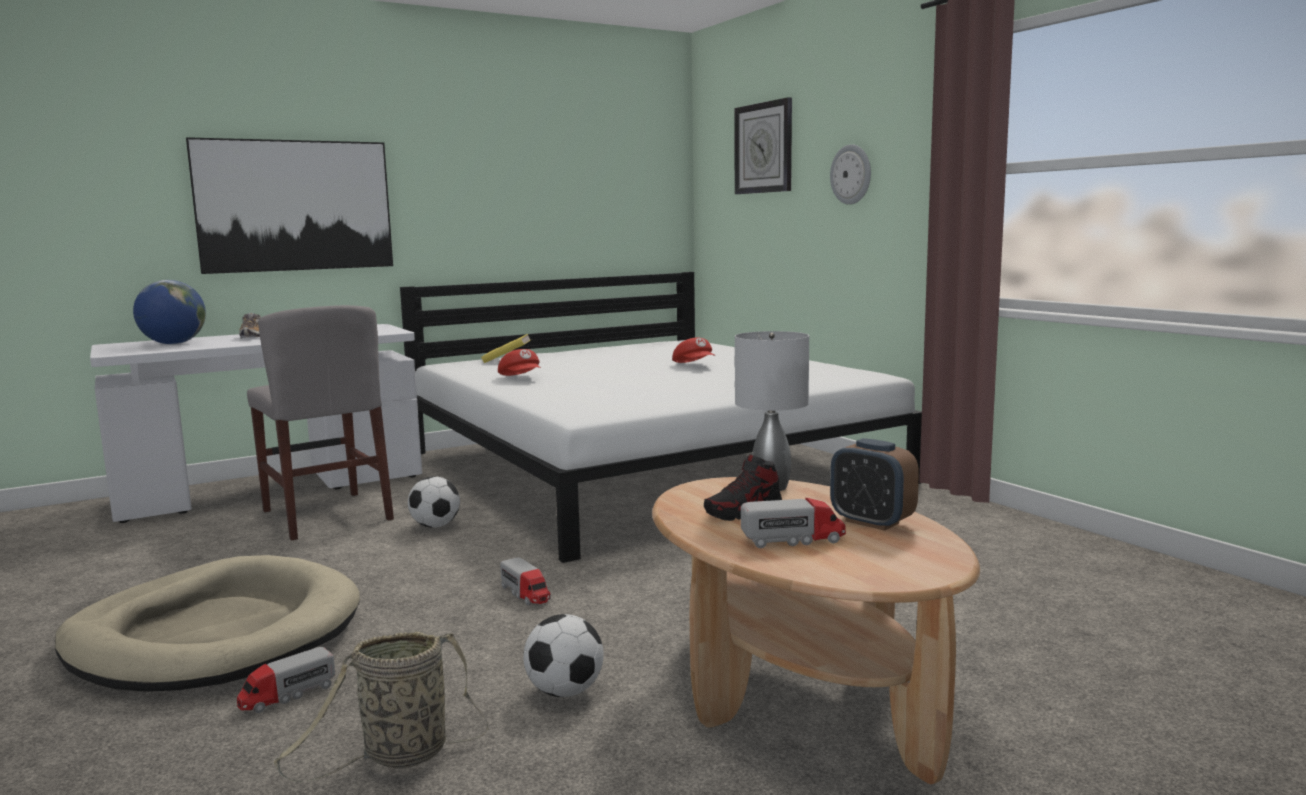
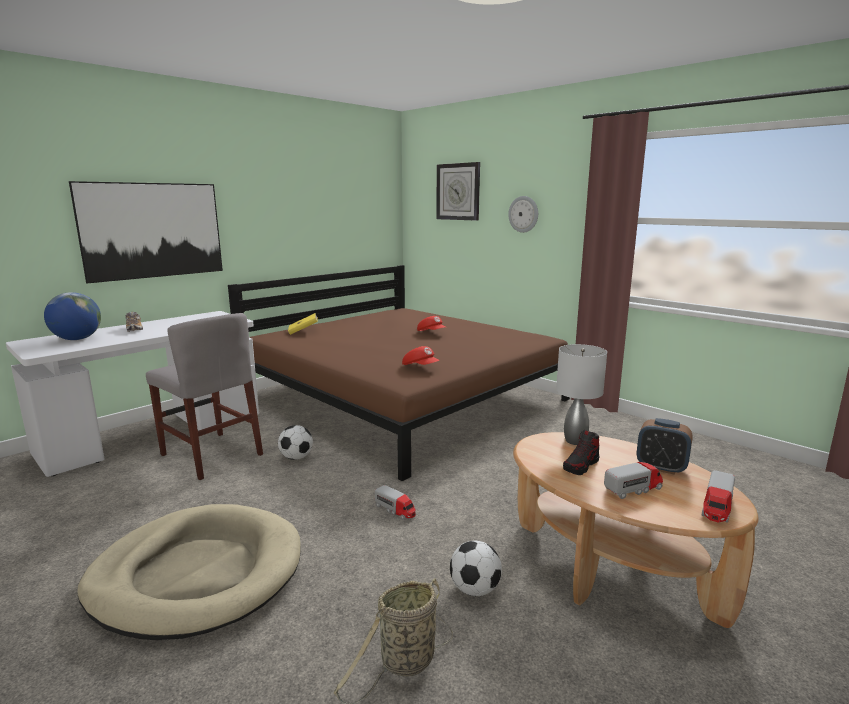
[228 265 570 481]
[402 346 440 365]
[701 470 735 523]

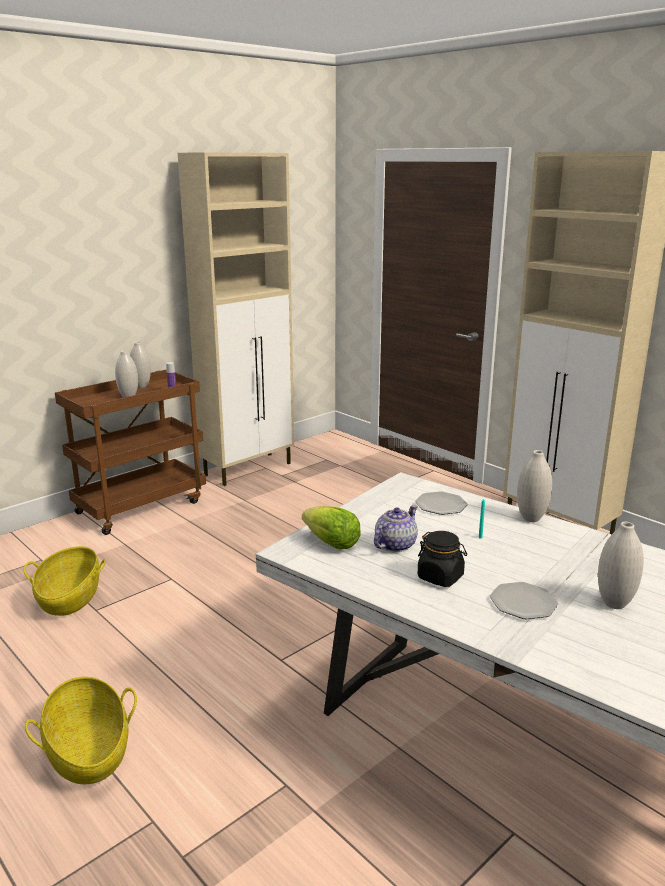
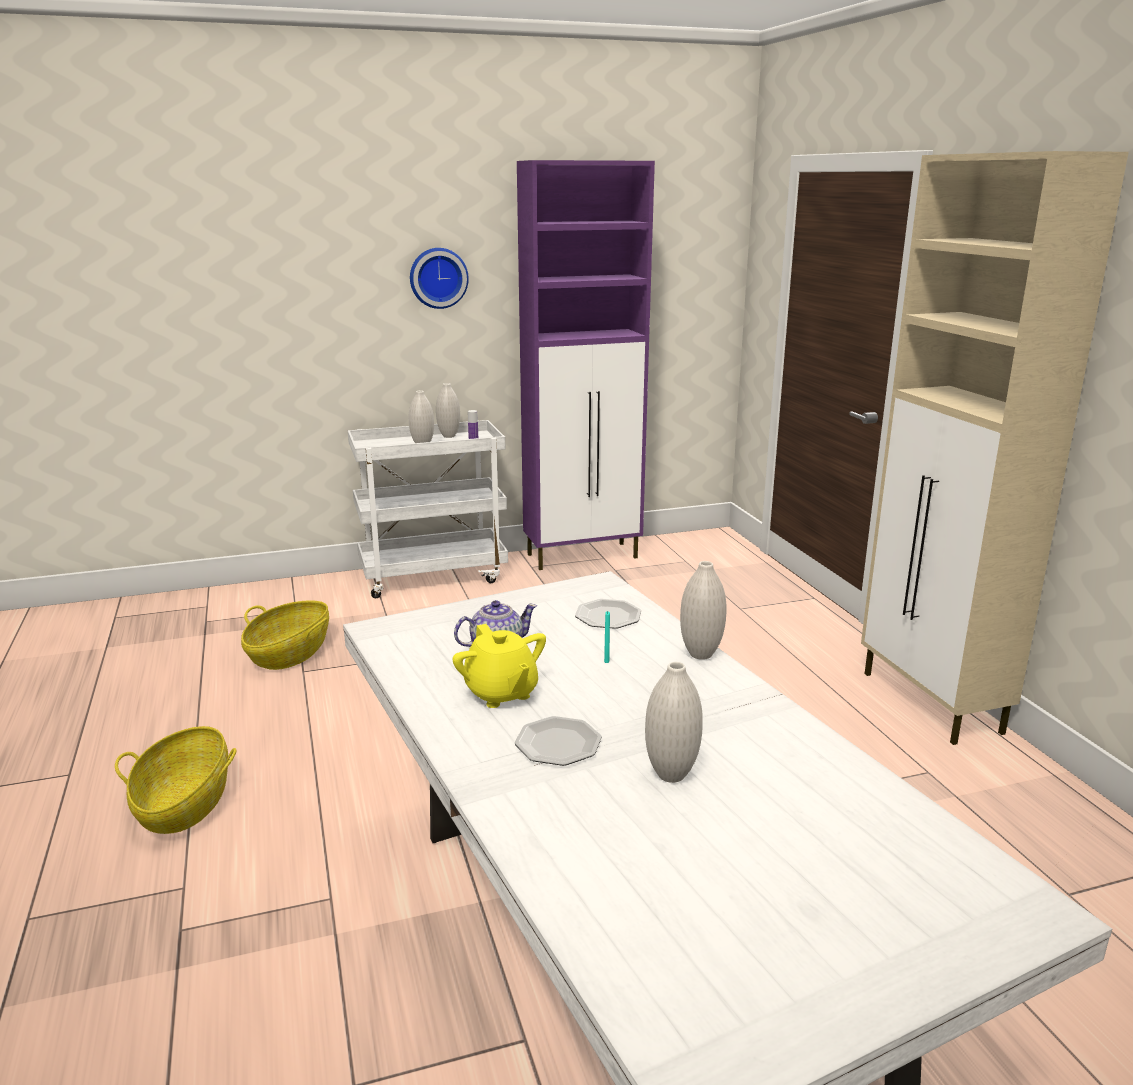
[517 160 655 570]
[348 420 508 598]
[302 506 361 550] (first image)
[453 624 546 708]
[410 248 469 309]

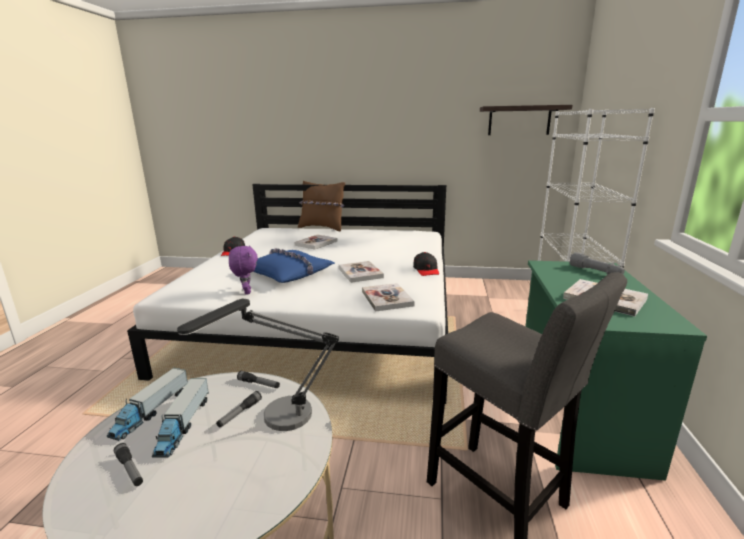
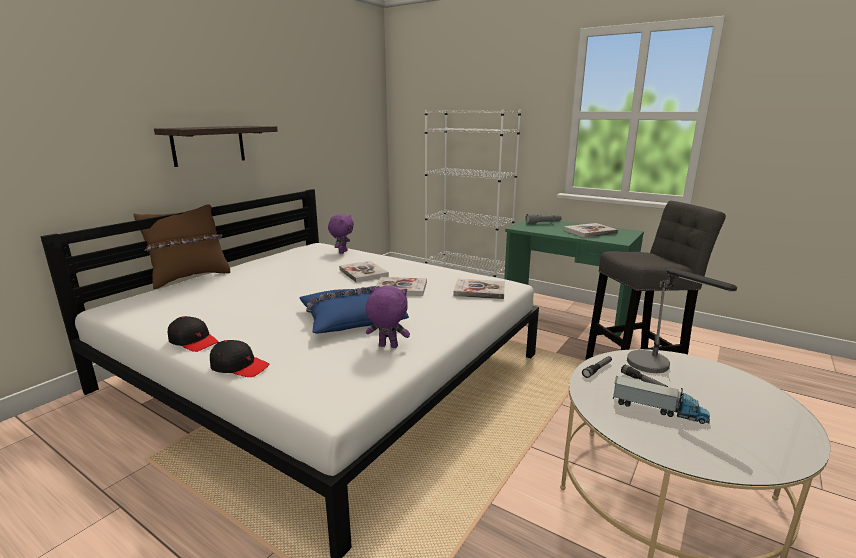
[154 126 278 167]
[339 261 389 283]
[210 340 269 377]
[107 368 188 441] (first image)
[114 443 143 486] (first image)
[328 214 354 254]

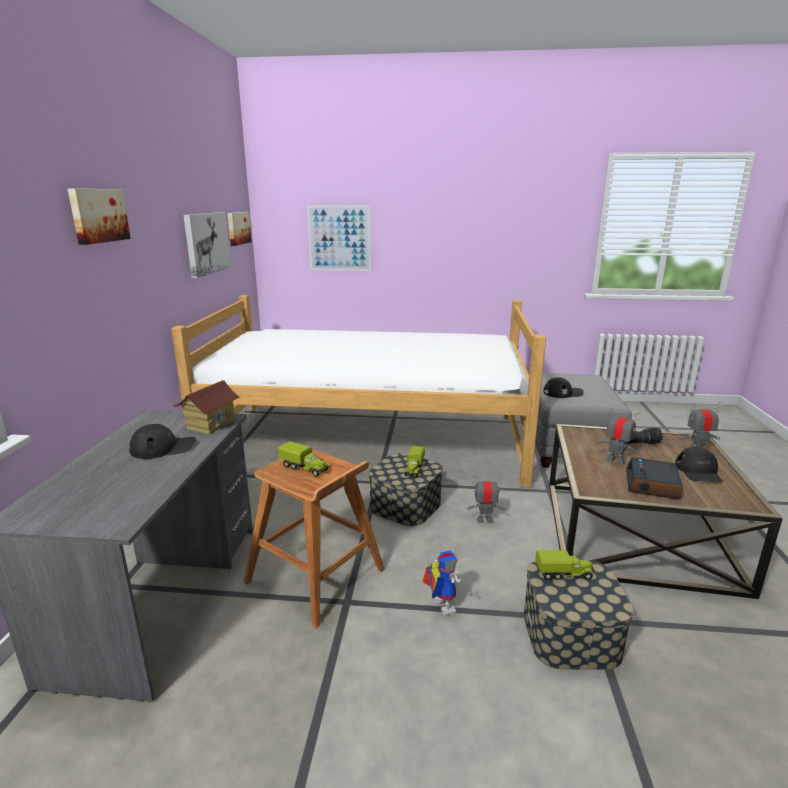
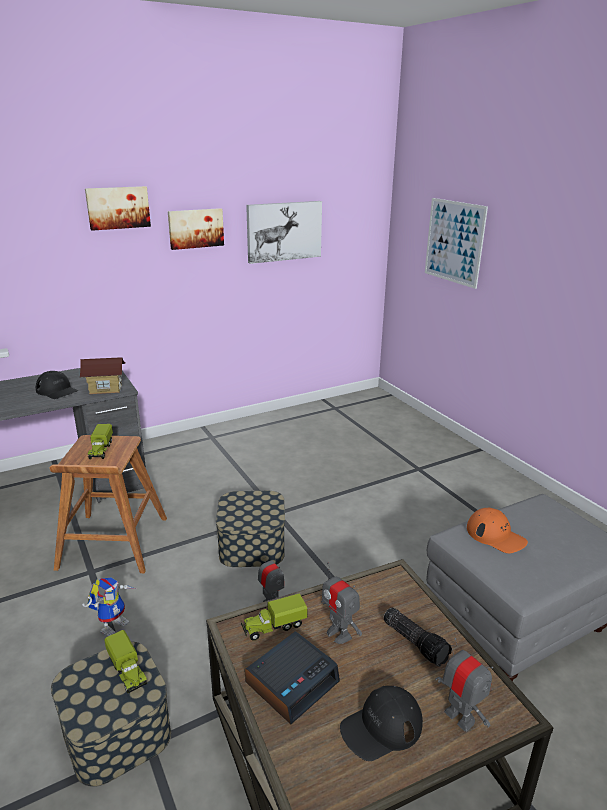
[168 208 224 250]
[171 295 546 488] (first image)
[467 508 528 553]
[321 563 362 644]
[241 593 308 641]
[245 631 340 724]

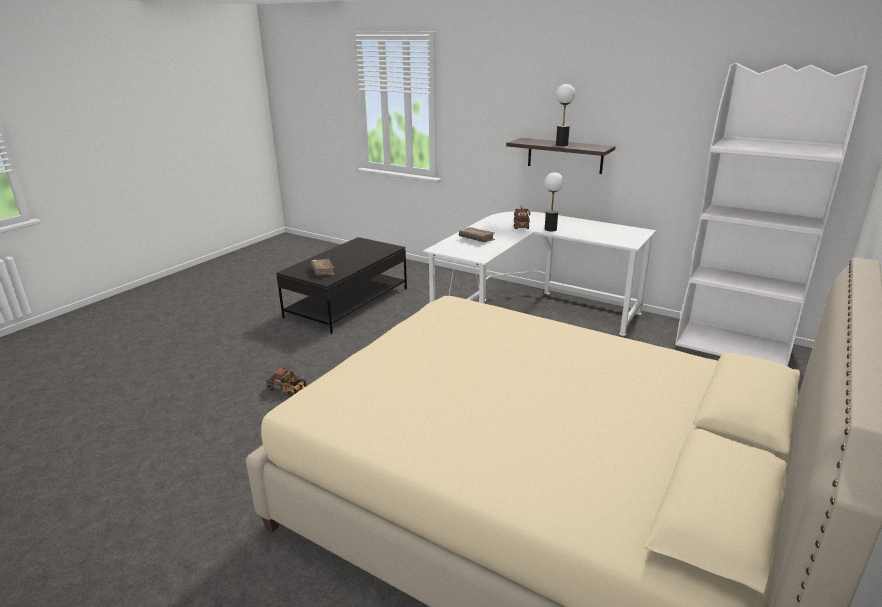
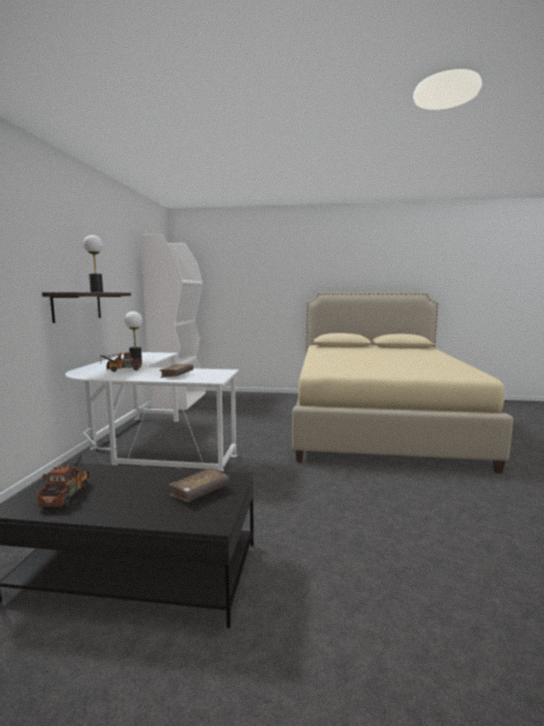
[35 455 90 507]

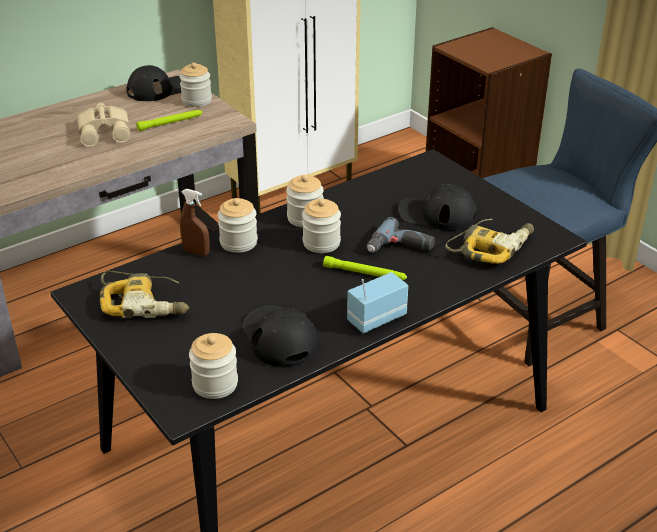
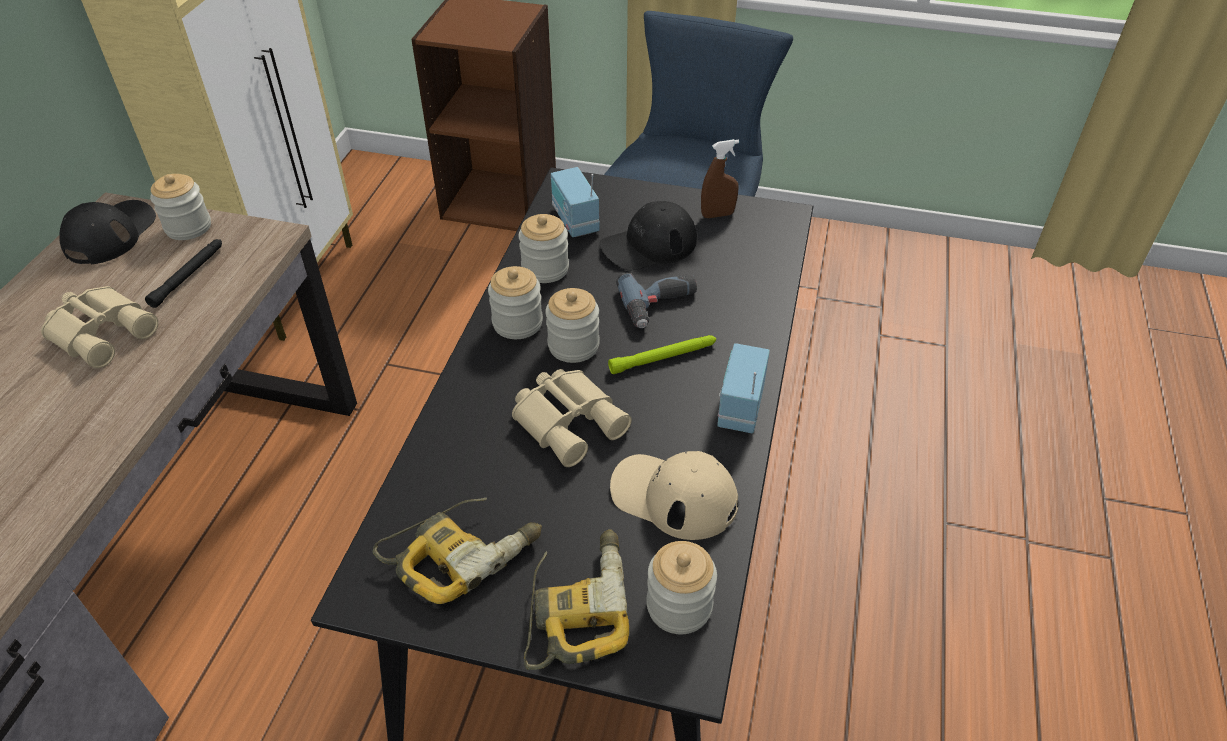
[145 239 222 308]
[701 139 739 218]
[518 214 569 283]
[524 529 629 670]
[610 451 738 540]
[551 167 600 237]
[512 369 632 467]

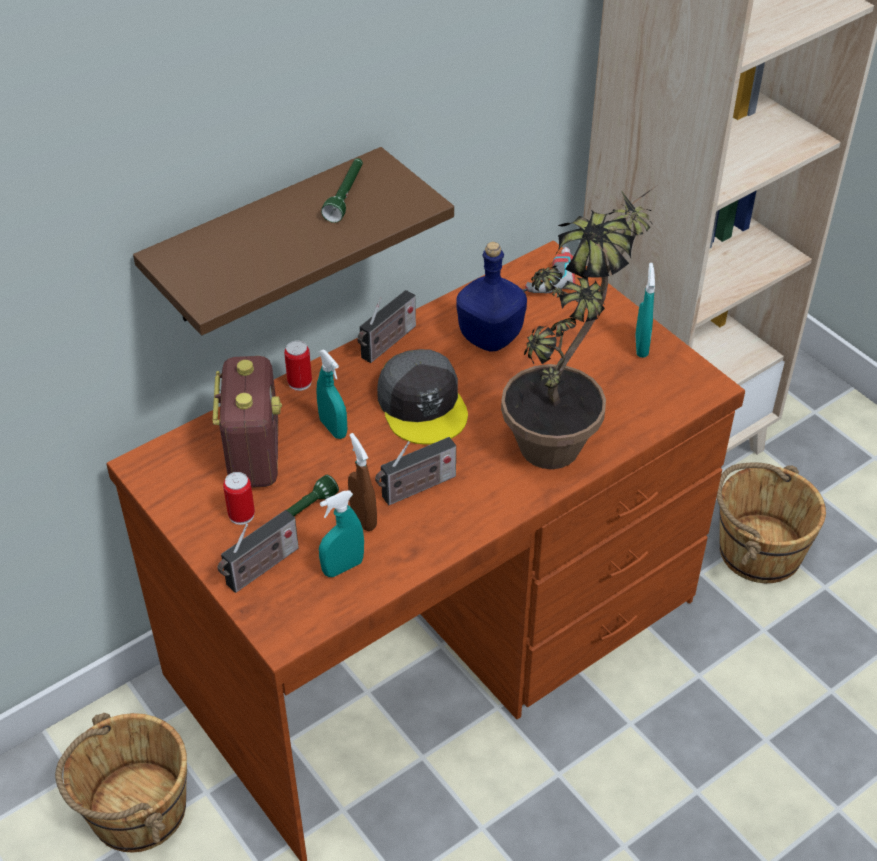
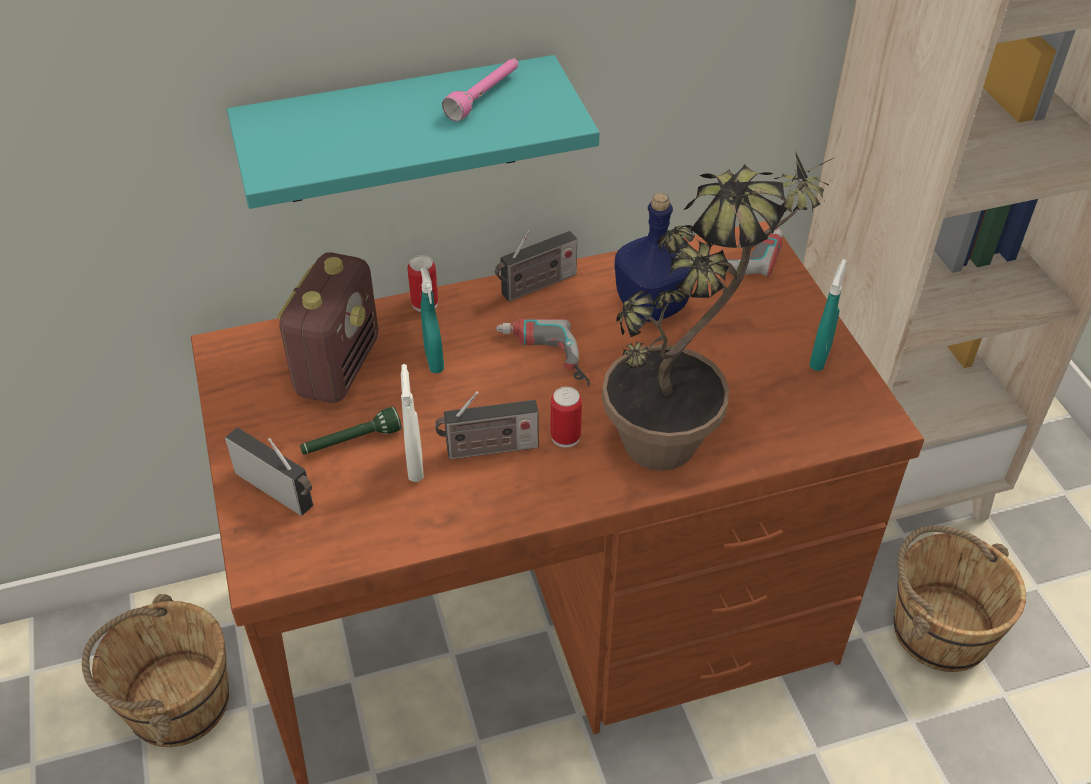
[227 55 600 209]
[442 58 518 121]
[496 319 590 387]
[401 364 424 482]
[551 387 582 448]
[319 490 364 577] (first image)
[225 427 313 516]

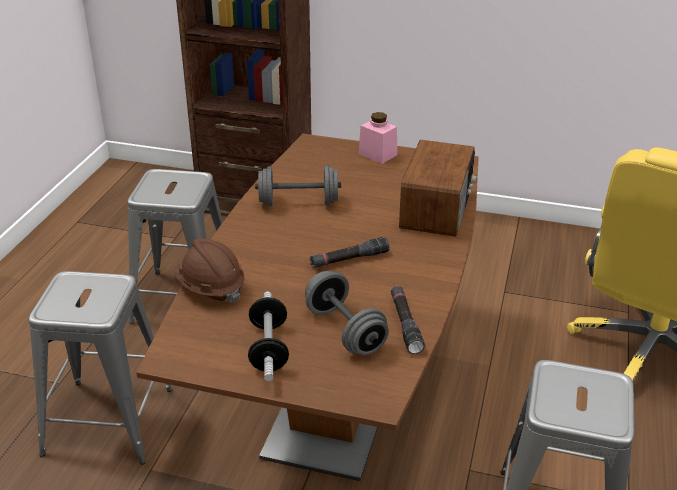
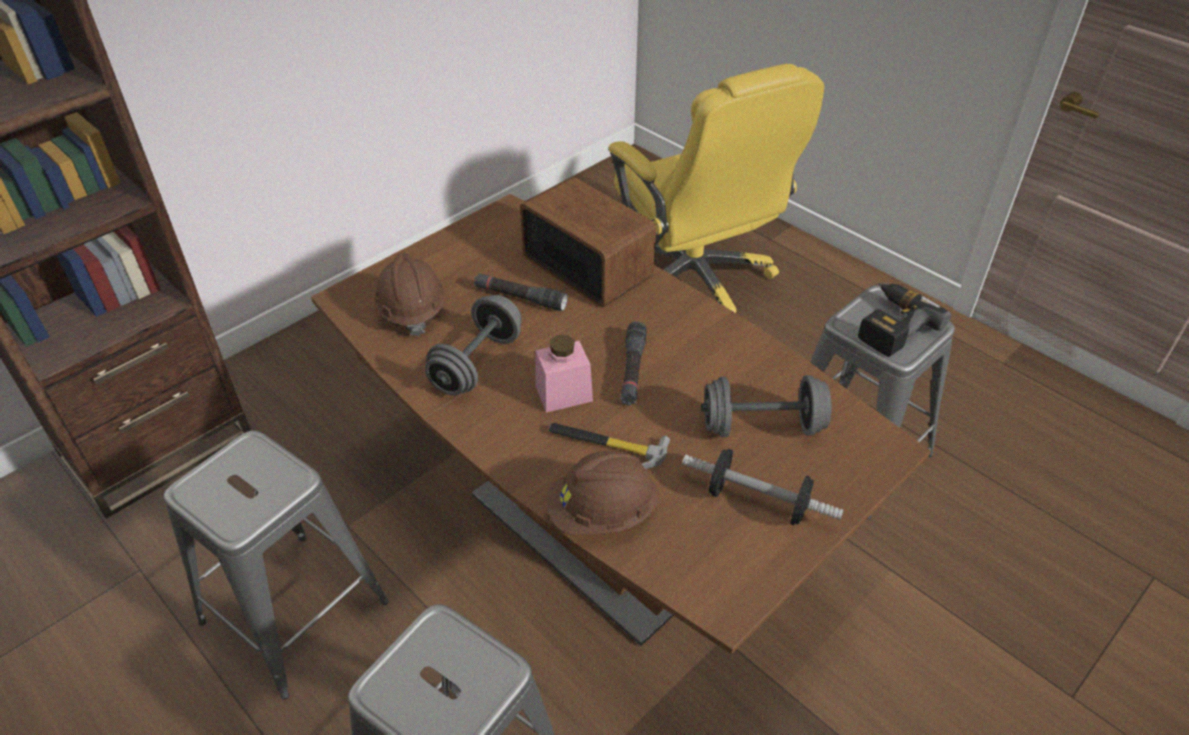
[535 335 593 413]
[474 273 568 311]
[375 252 445 336]
[858 283 951 357]
[549 423 670 469]

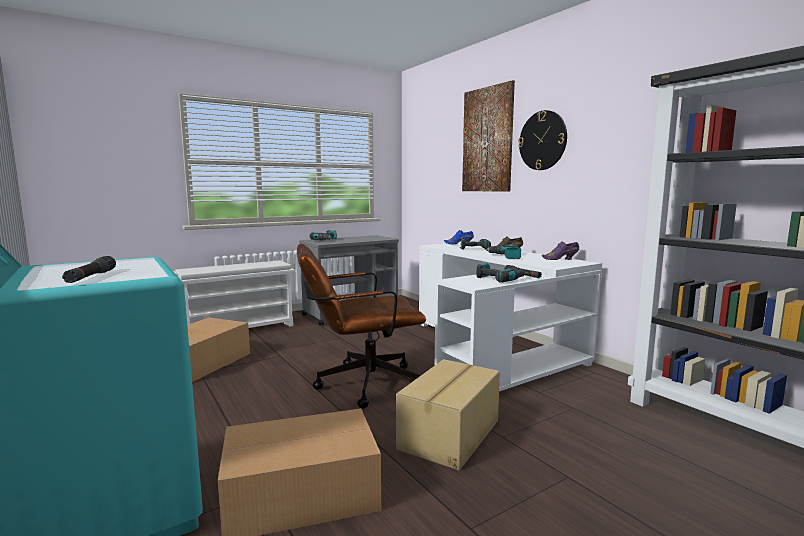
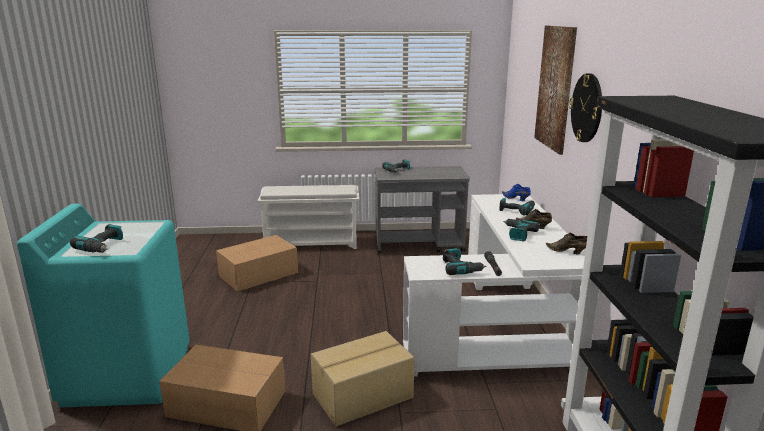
[546 233 587 254]
[297 244 426 409] (first image)
[70 224 123 253]

